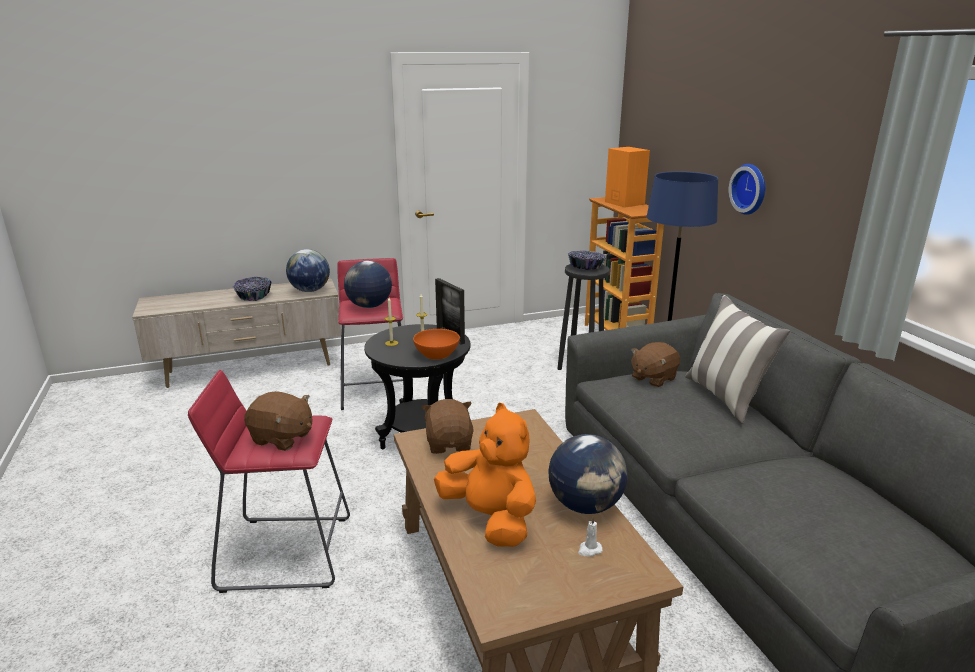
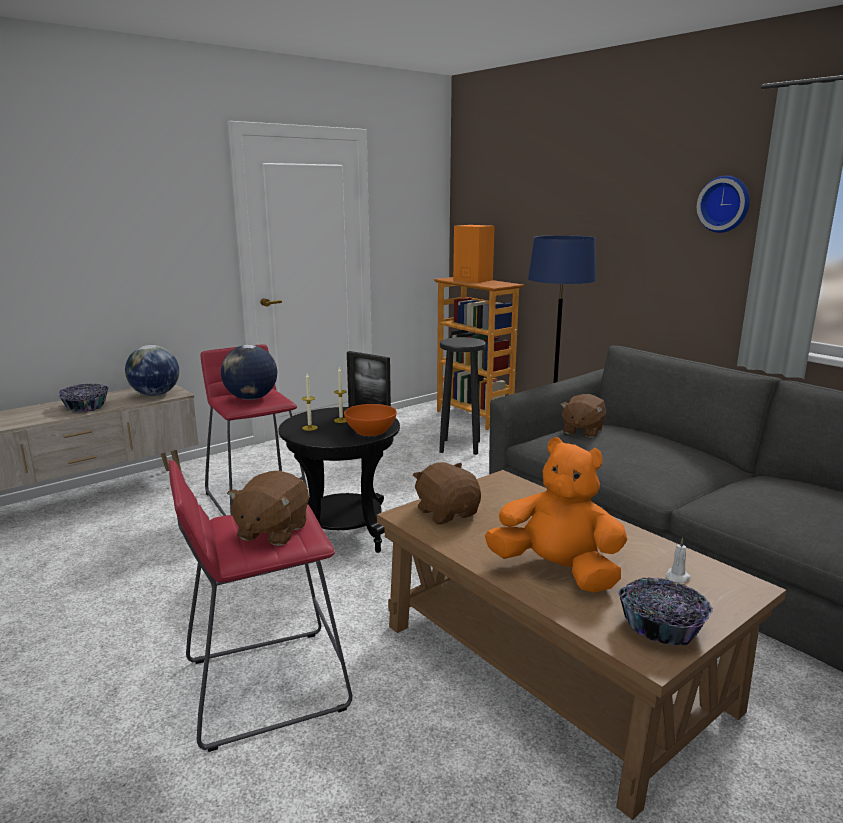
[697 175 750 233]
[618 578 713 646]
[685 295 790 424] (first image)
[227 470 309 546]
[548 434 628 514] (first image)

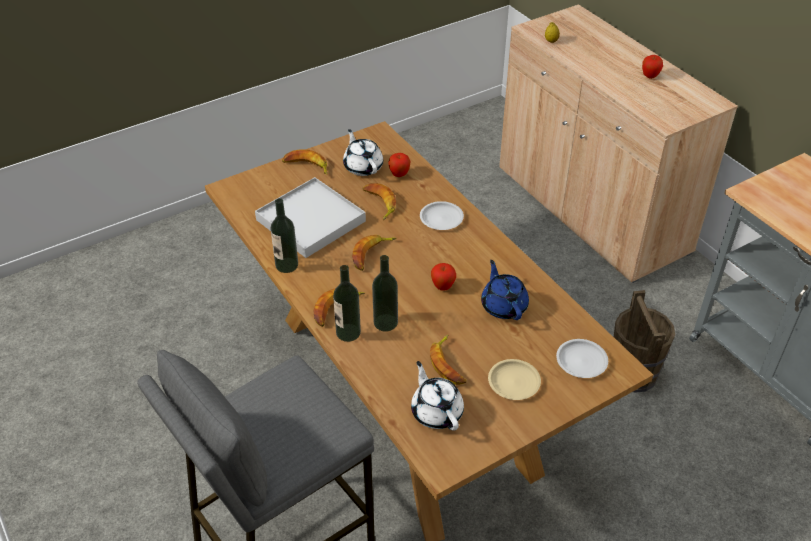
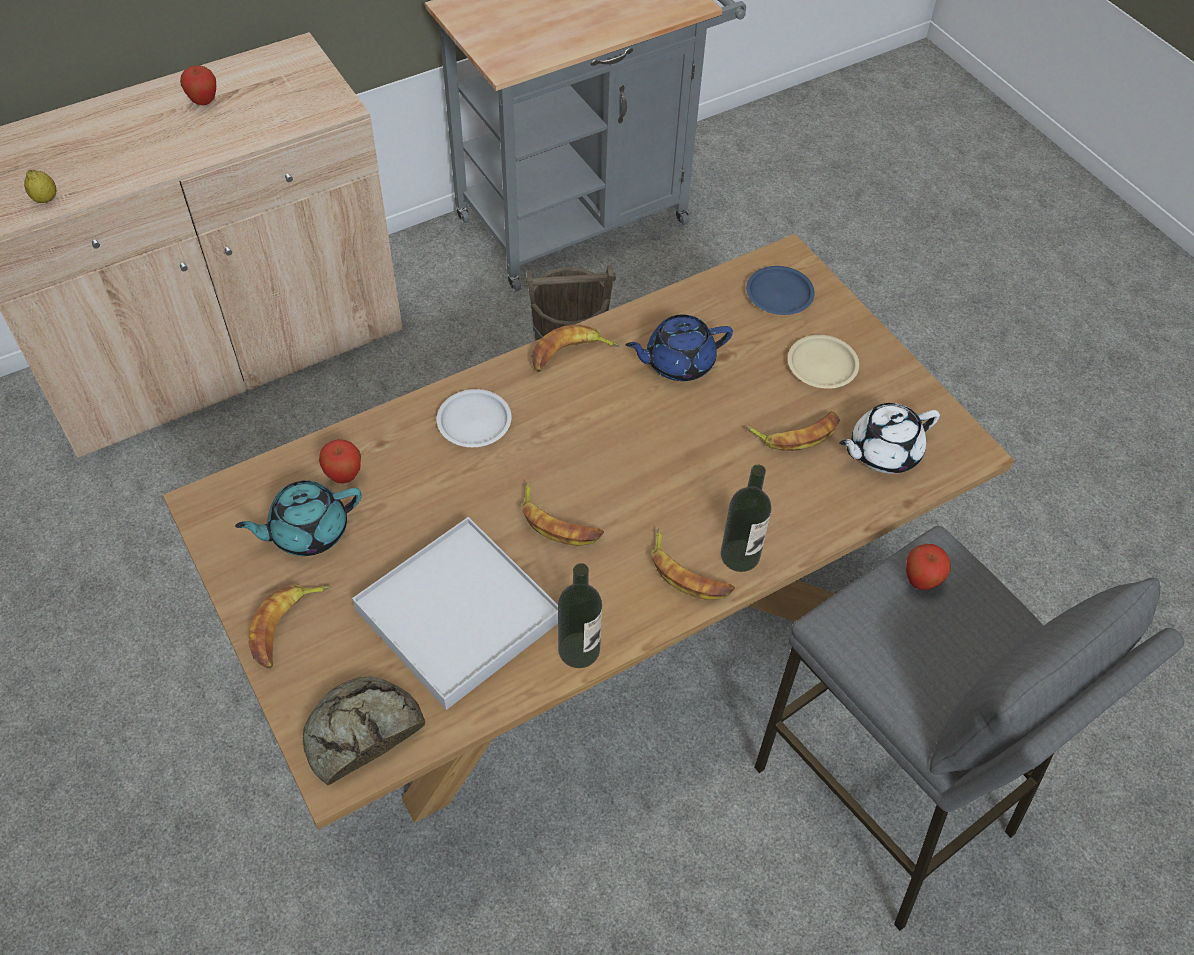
[235 480 362 556]
[531 324 620 372]
[372 255 398 332] (first image)
[906 544 950 590]
[746 266 815 315]
[303 676 425 785]

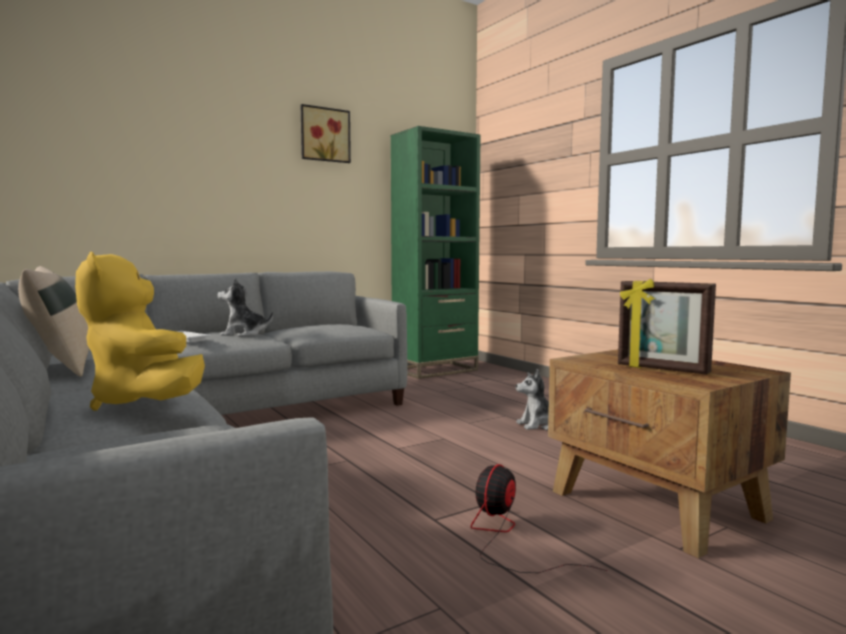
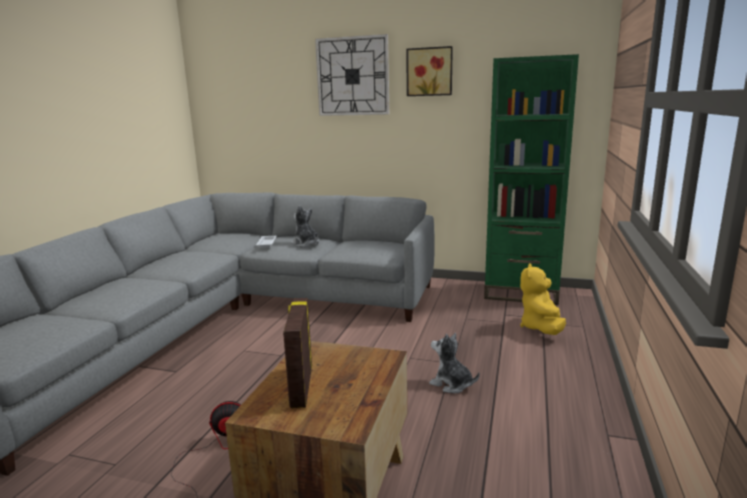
[520 263 566 335]
[18 266 89 377] (first image)
[315 34 389 116]

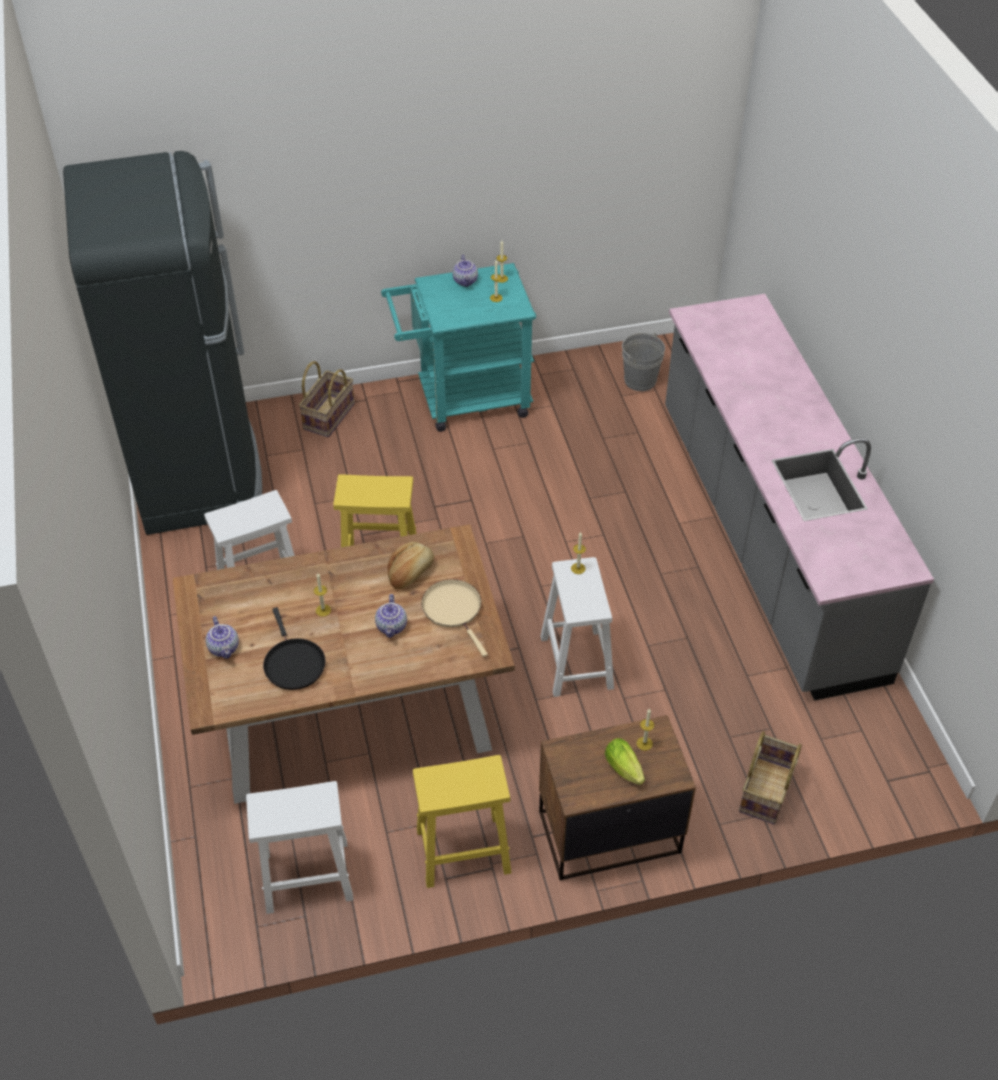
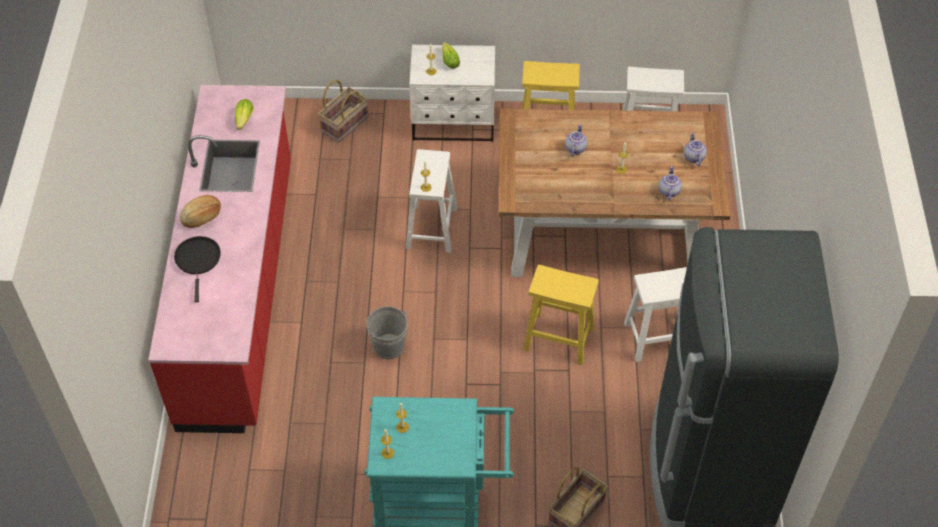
[659 166 682 201]
[148 85 291 433]
[367 306 408 359]
[180 195 221 228]
[422 579 488 657] (first image)
[174 236 221 302]
[409 45 495 142]
[235 99 254 130]

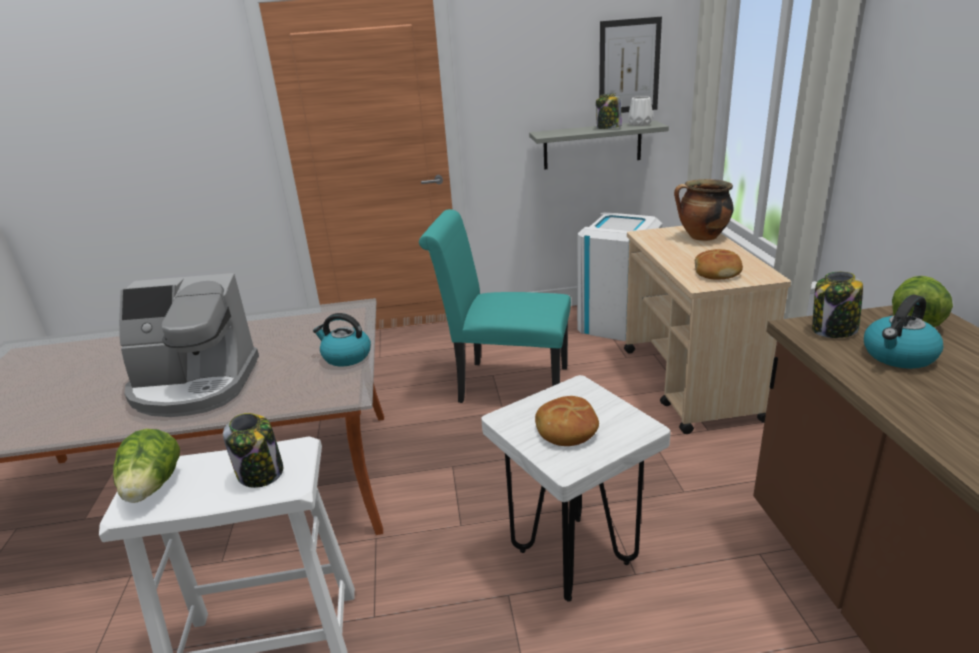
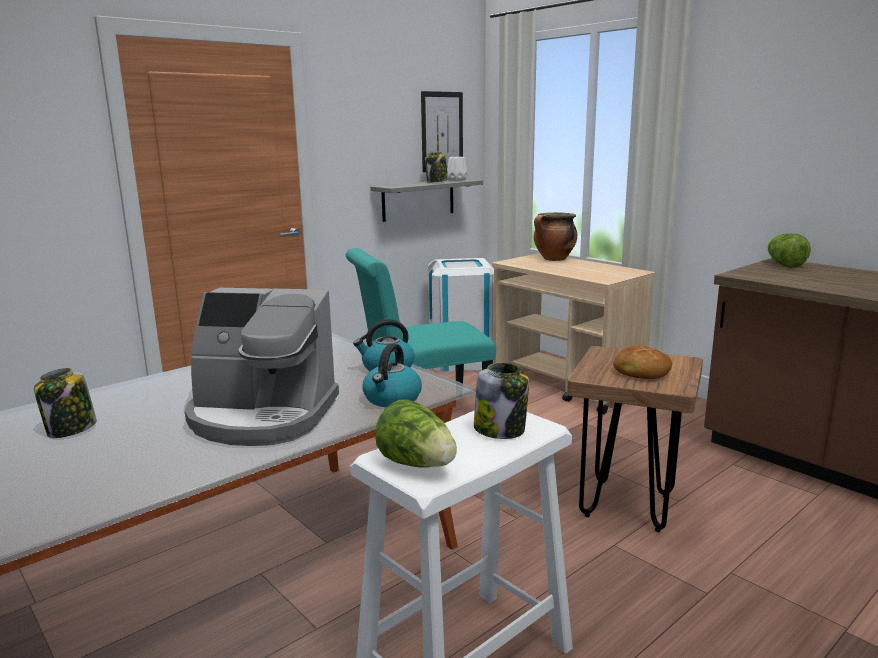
[695 249 743 280] (first image)
[34 368 97 438]
[185 288 339 446]
[362 344 422 407]
[567 346 703 532]

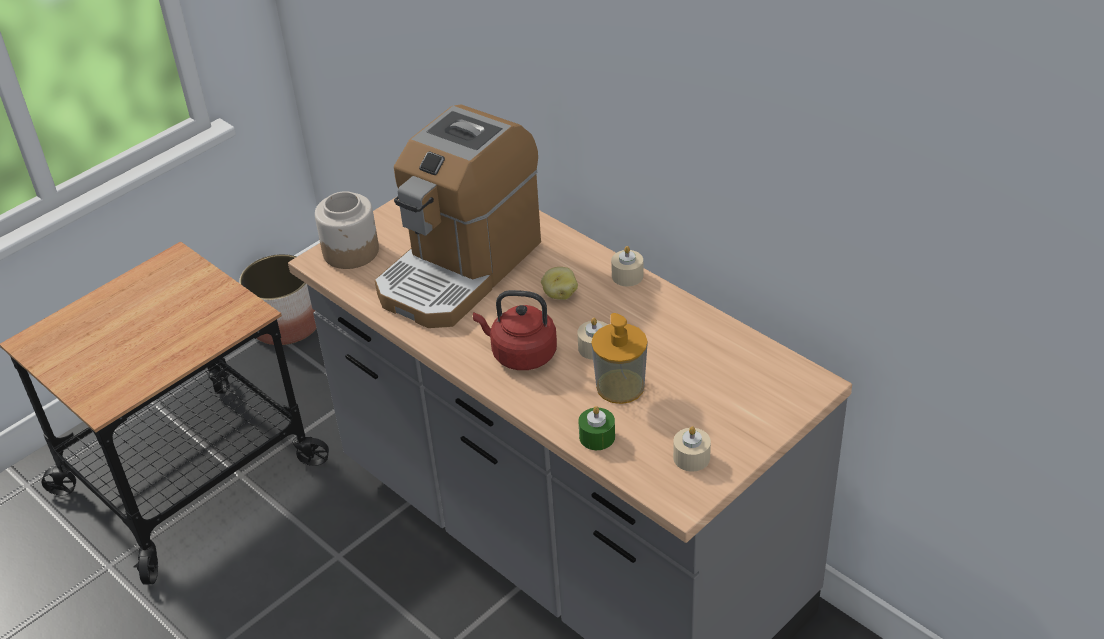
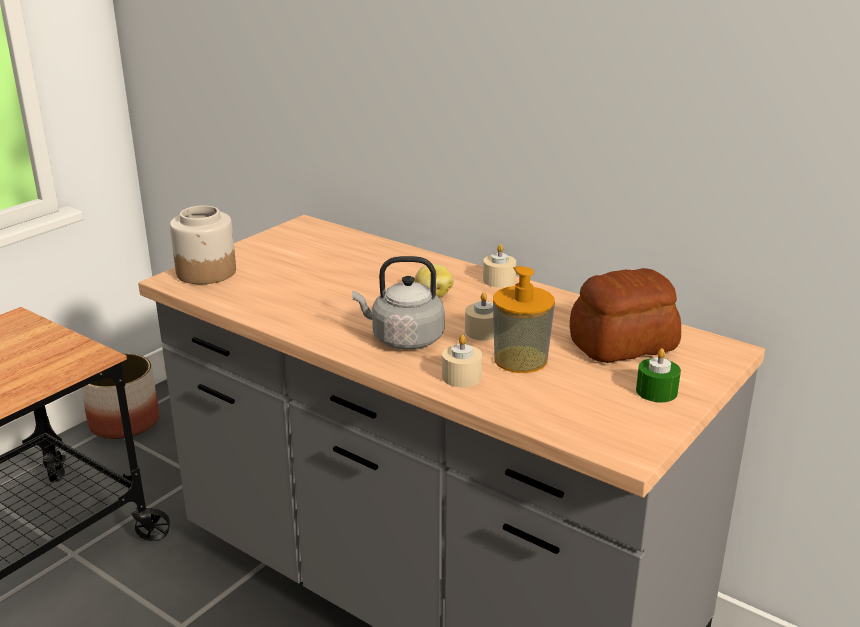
[375 105 541 328] (first image)
[352 256 445 350]
[636 348 681 402]
[442 335 482 387]
[570 268 681 363]

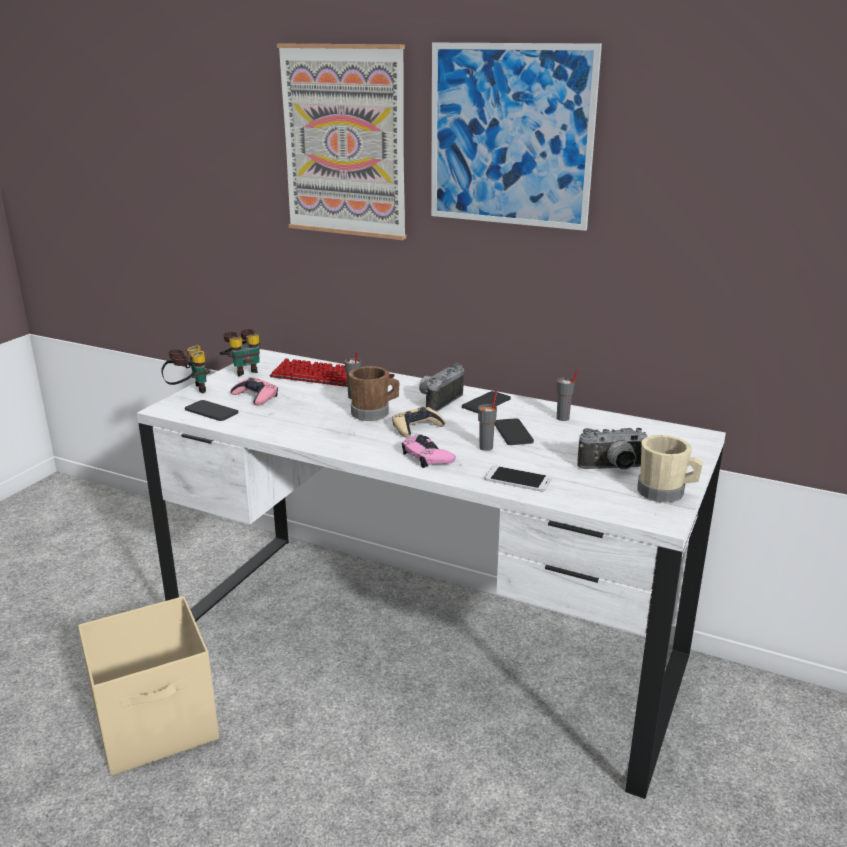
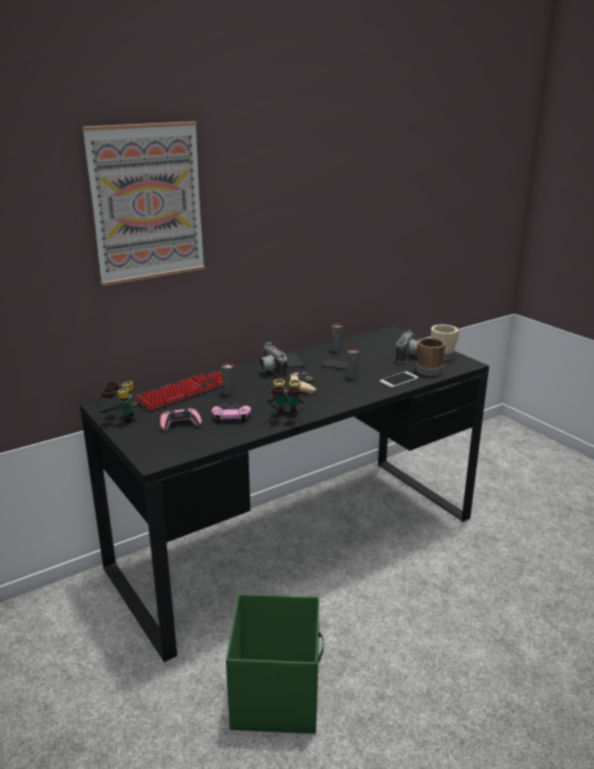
[431 43 602 231] (first image)
[267 379 305 414]
[80 325 489 662]
[416 338 446 376]
[185 400 238 421] (first image)
[211 404 251 423]
[226 594 324 734]

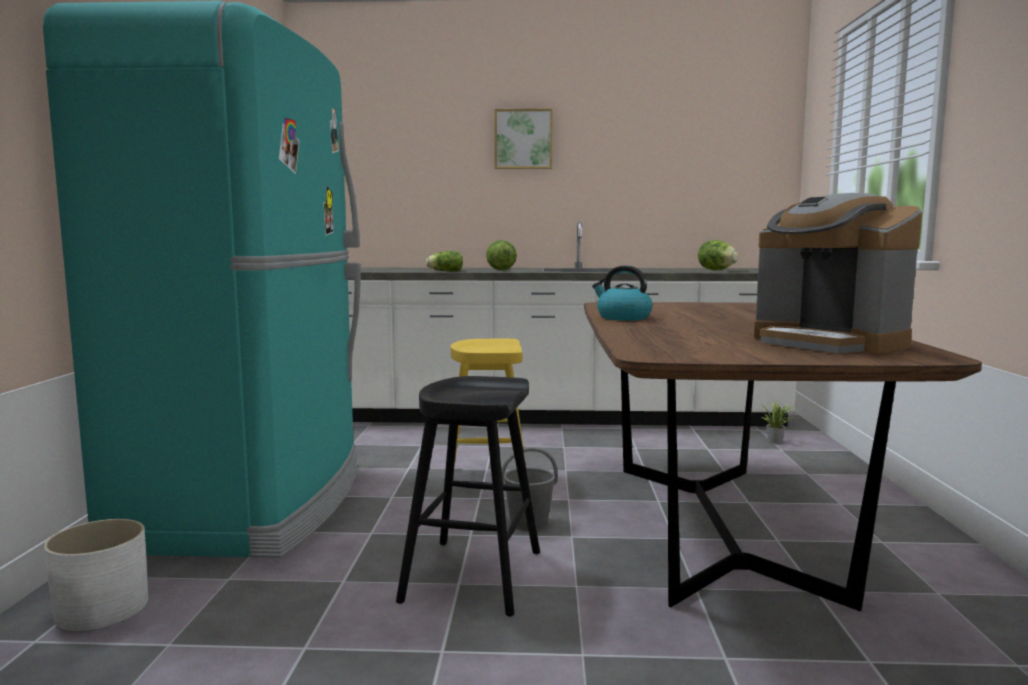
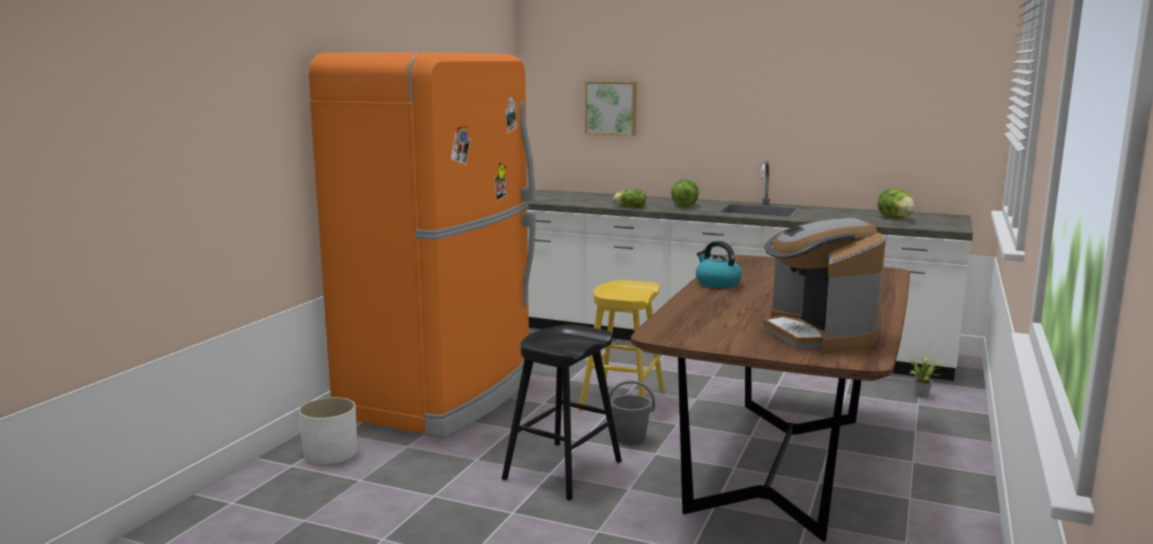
[309 52 536 437]
[585 81 637 136]

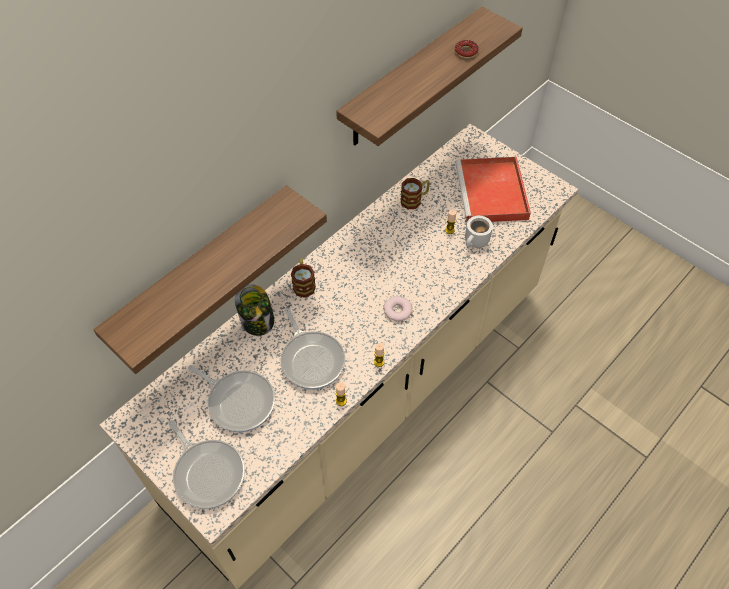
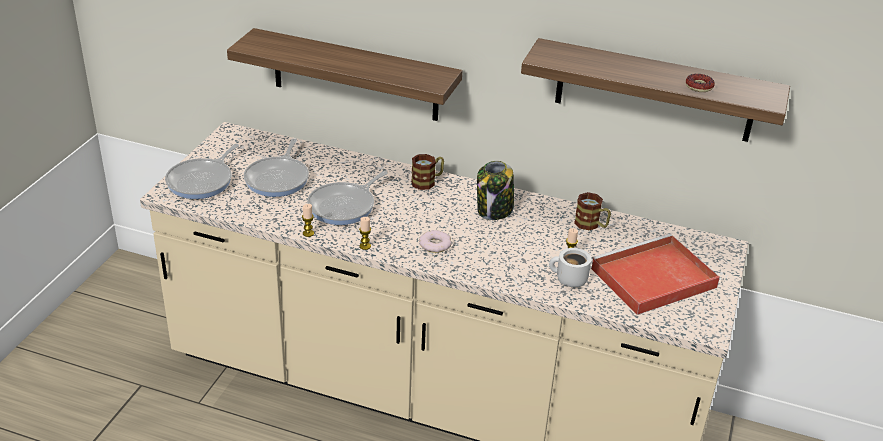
[477 161 514 220]

